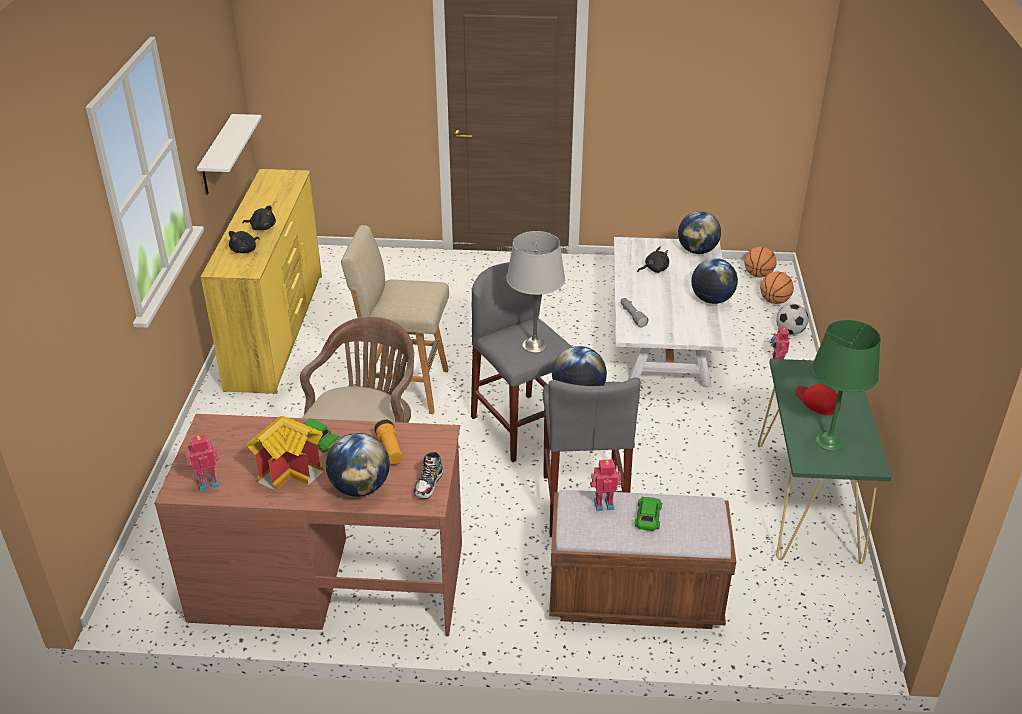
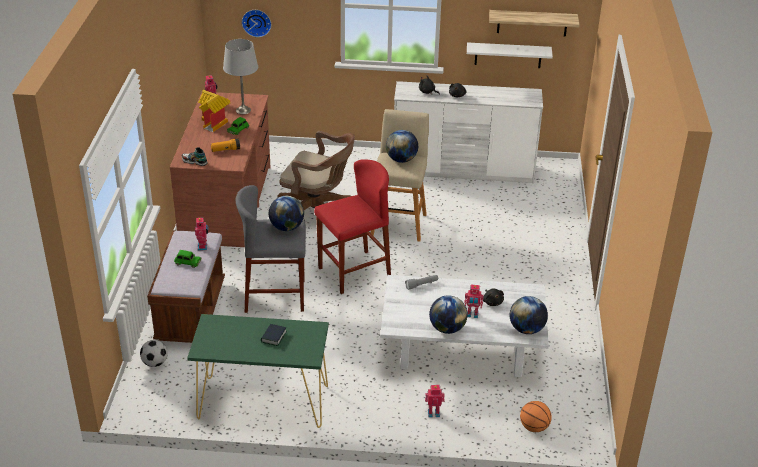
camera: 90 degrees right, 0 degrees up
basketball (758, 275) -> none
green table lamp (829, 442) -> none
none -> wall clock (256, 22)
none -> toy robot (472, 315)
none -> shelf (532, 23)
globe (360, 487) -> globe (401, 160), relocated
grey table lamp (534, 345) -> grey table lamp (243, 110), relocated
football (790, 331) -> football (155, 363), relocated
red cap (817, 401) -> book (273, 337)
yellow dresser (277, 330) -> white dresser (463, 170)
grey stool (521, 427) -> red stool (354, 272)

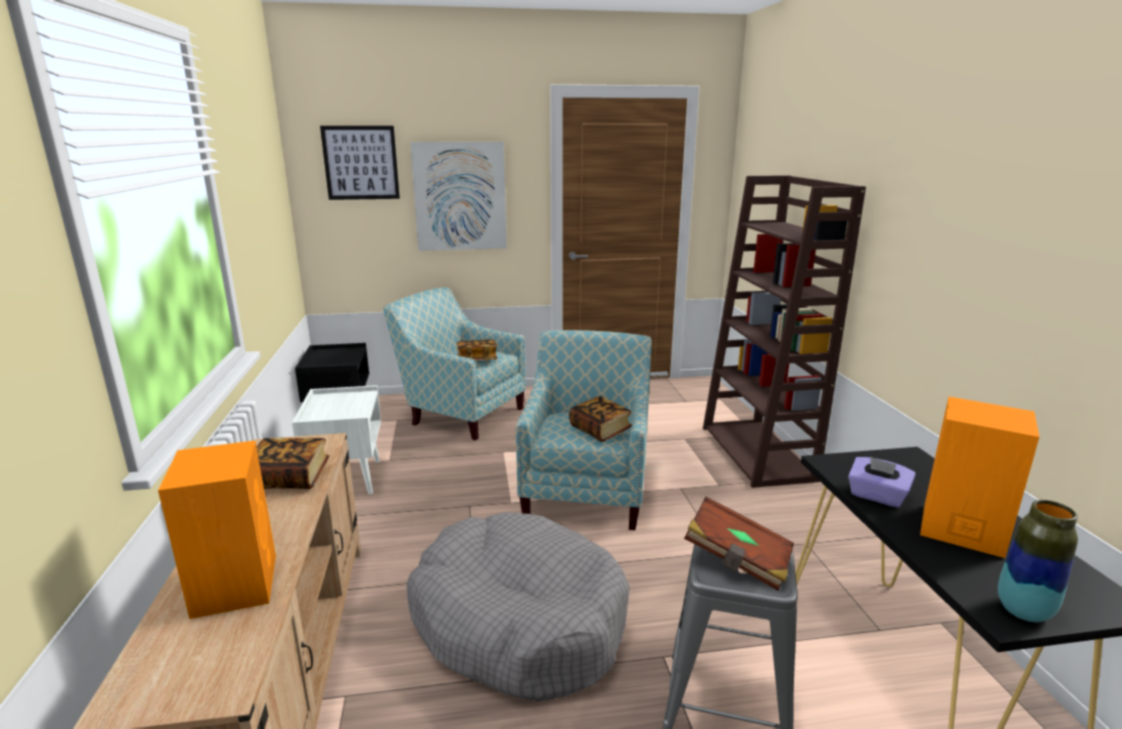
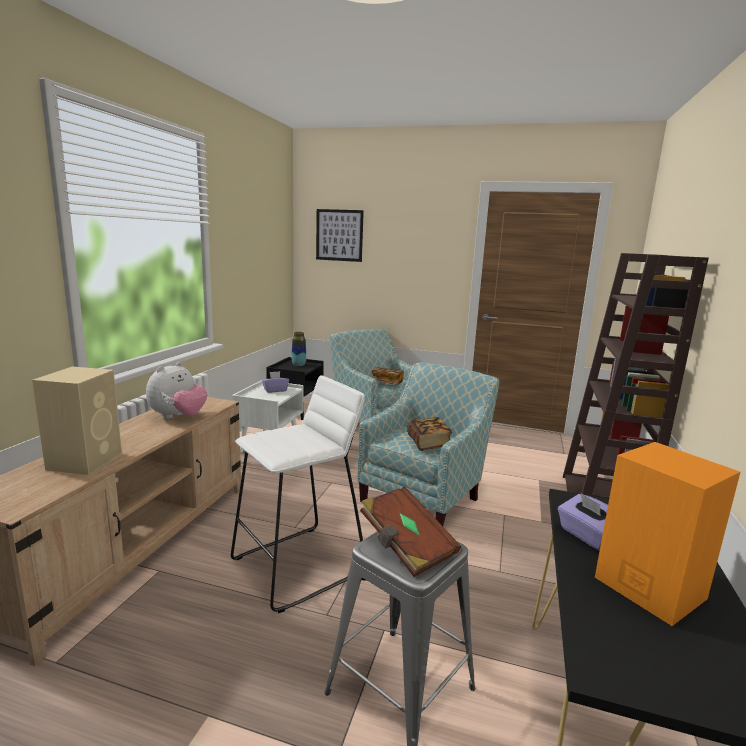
camera: 25 degrees right, 5 degrees down
picture (460, 196) -> none
none -> purple tissue box (275, 390)
vase (1023, 611) -> vase (298, 365), relocated
book (289, 478) -> plush toy (178, 417)
grey dog bed (518, 622) -> white stool (299, 566)
orange speaker (236, 583) -> beige speaker (86, 460)

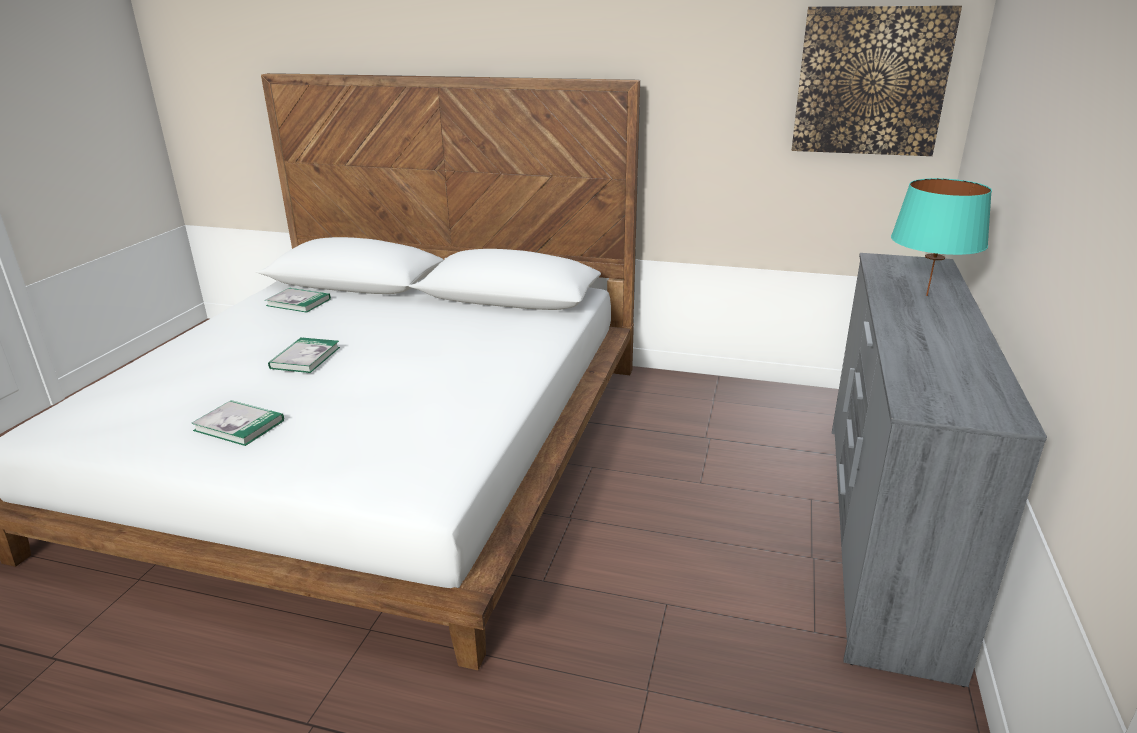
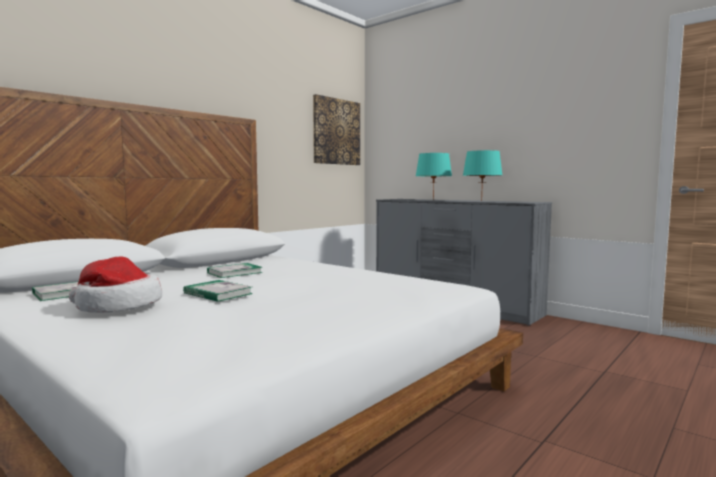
camera: 65 degrees left, 20 degrees down
none -> hat (117, 306)
none -> turquoise table lamp (481, 200)
book (239, 425) -> book (235, 273), relocated

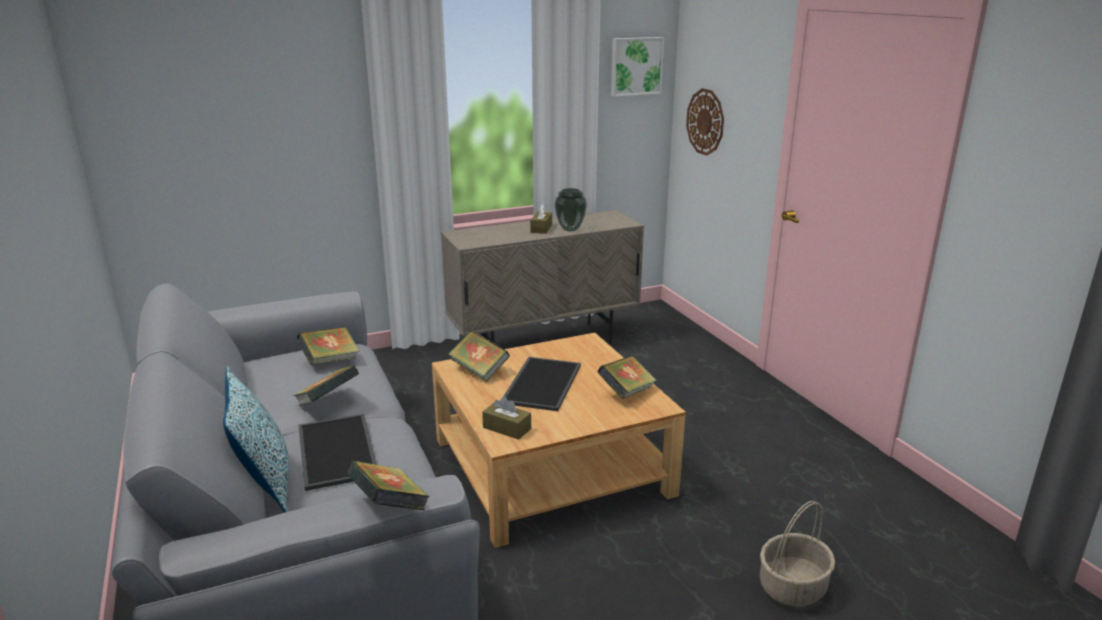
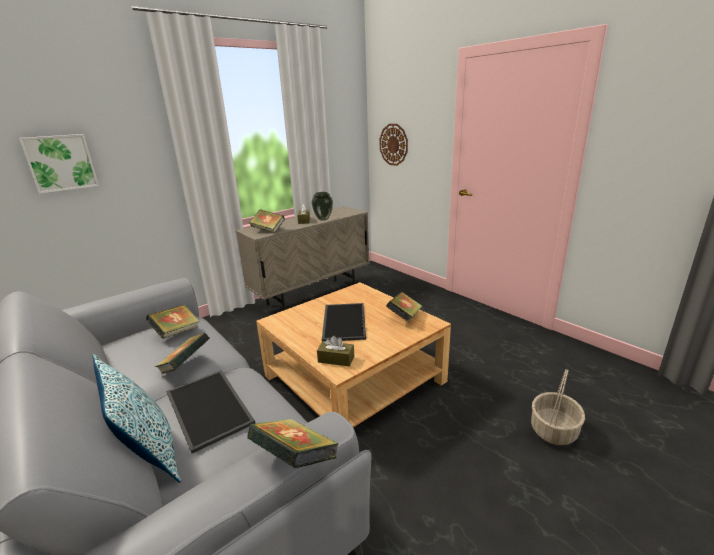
camera: 15 degrees left, 0 degrees up
book (479, 370) -> book (268, 230), relocated
picture (635, 66) -> picture (61, 163), relocated

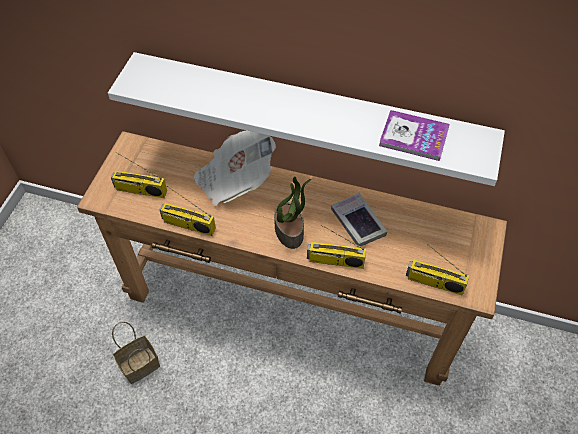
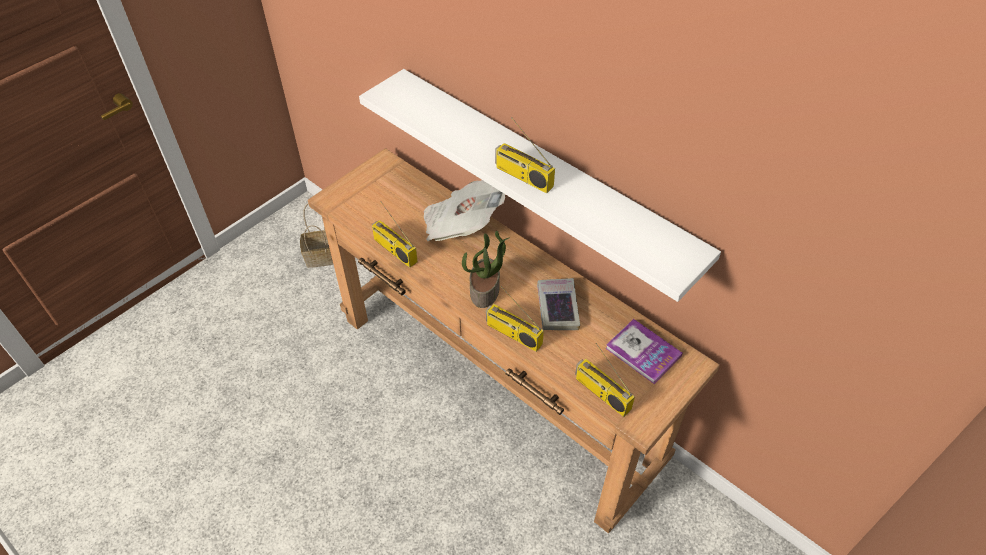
camera: 25 degrees right, 5 degrees down
radio (140, 190) -> radio (522, 177), relocated
basket (140, 364) -> basket (322, 256), relocated
book (413, 137) -> book (643, 352), relocated

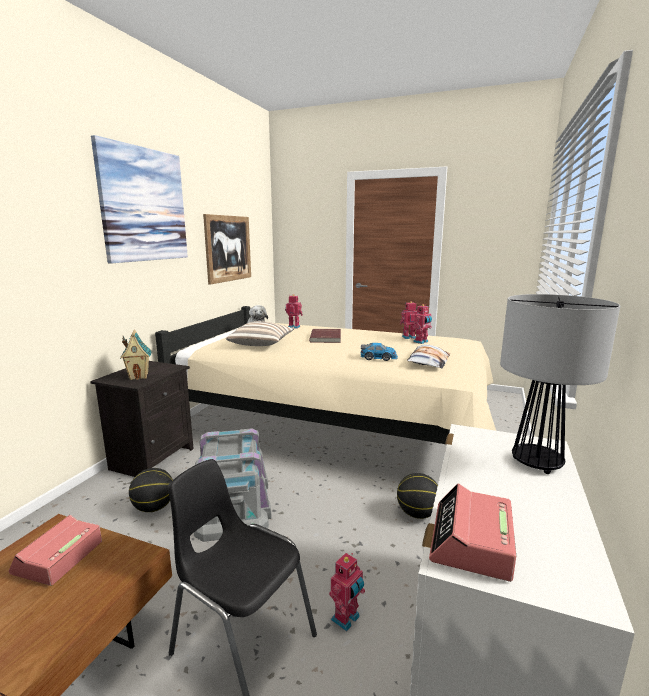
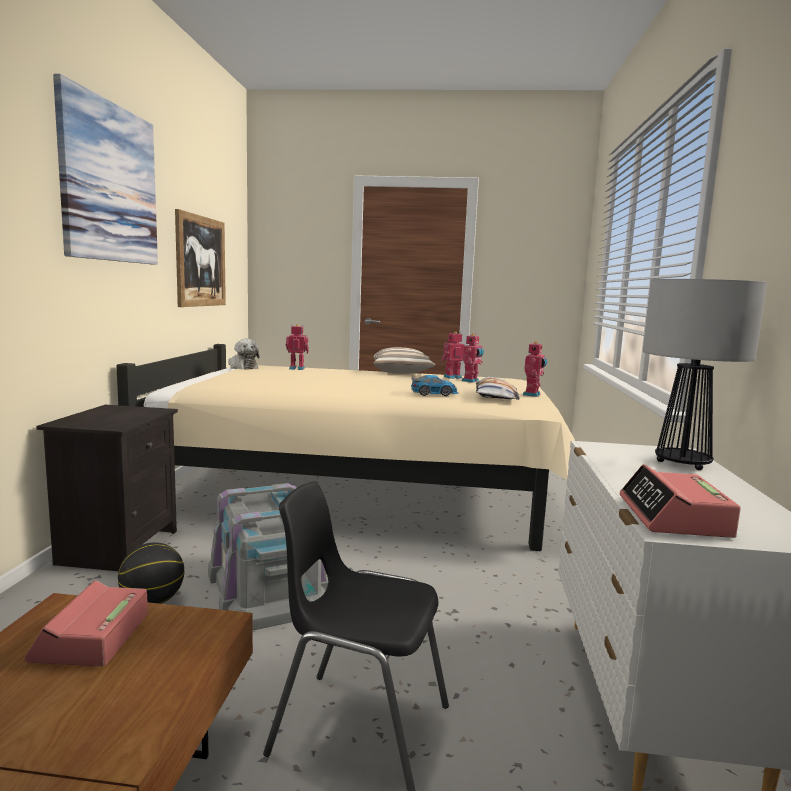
camera: 15 degrees left, 5 degrees down
toy house (139, 376) -> none
red book (326, 337) -> none
basketball (417, 514) -> none
pillow (262, 344) -> pillow (402, 373), relocated
toy robot (347, 619) -> toy robot (533, 395), relocated

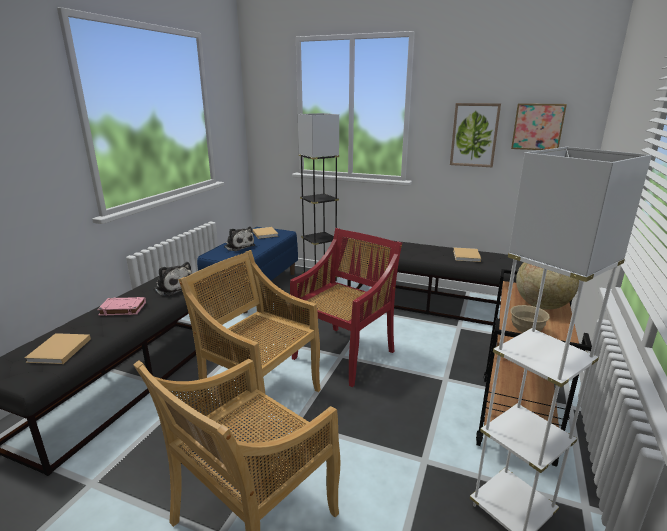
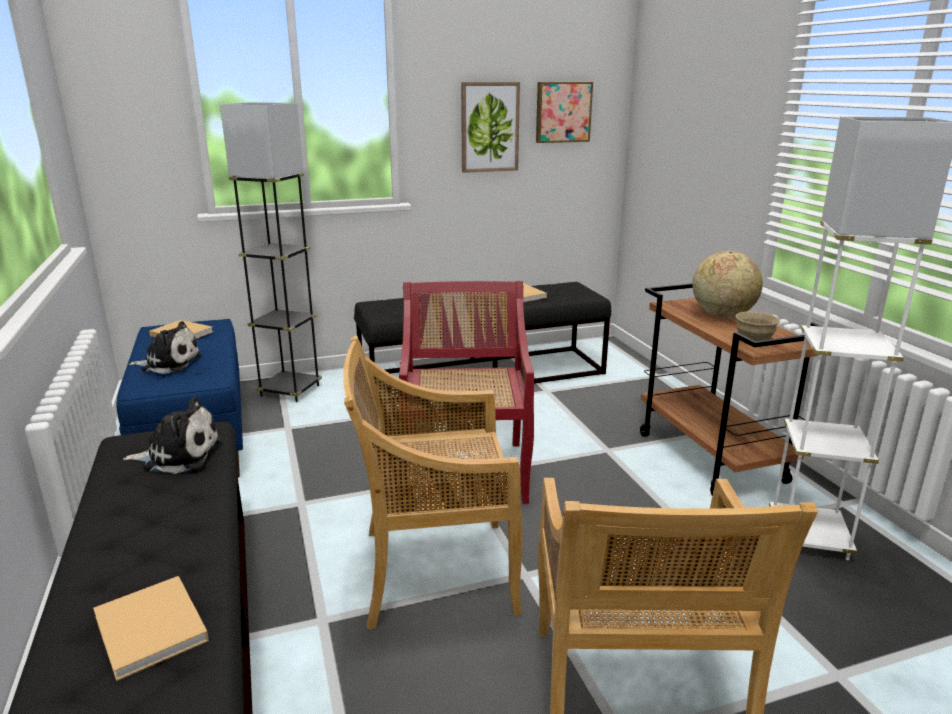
camera: 40 degrees left, 0 degrees up
pink book (122, 309) -> none

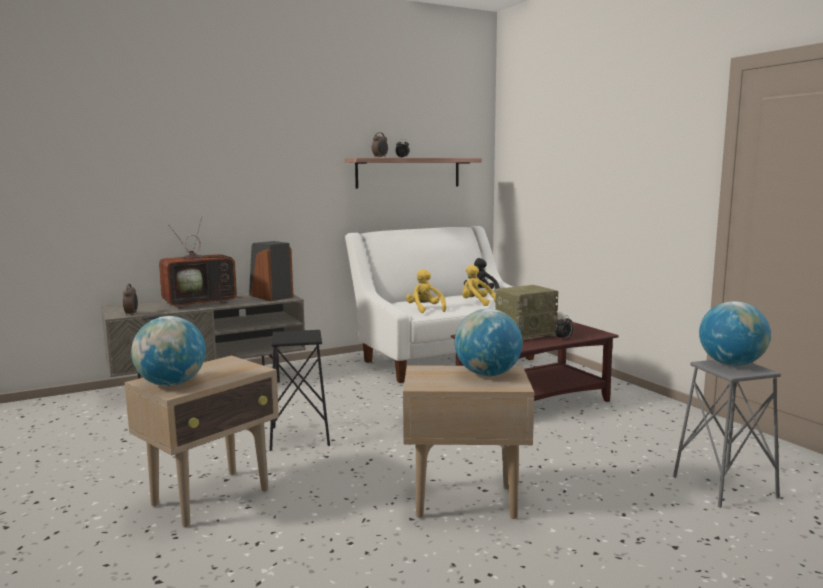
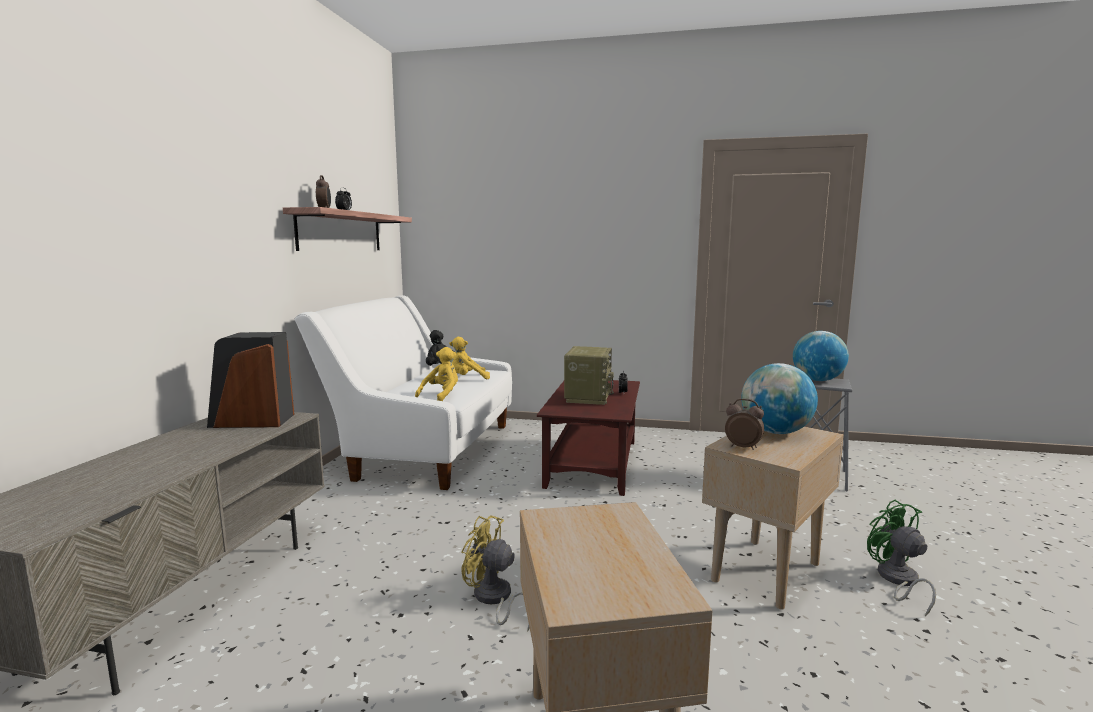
camera: 50 degrees left, 0 degrees up
globe (171, 384) -> none
television (201, 303) -> none
none -> green fan (897, 581)
alarm clock (131, 314) -> alarm clock (743, 447), relocated
black stool (299, 436) -> yellow fan (494, 599)
yellow plush toy (425, 310) -> yellow plush toy (441, 396), 105 degrees clockwise

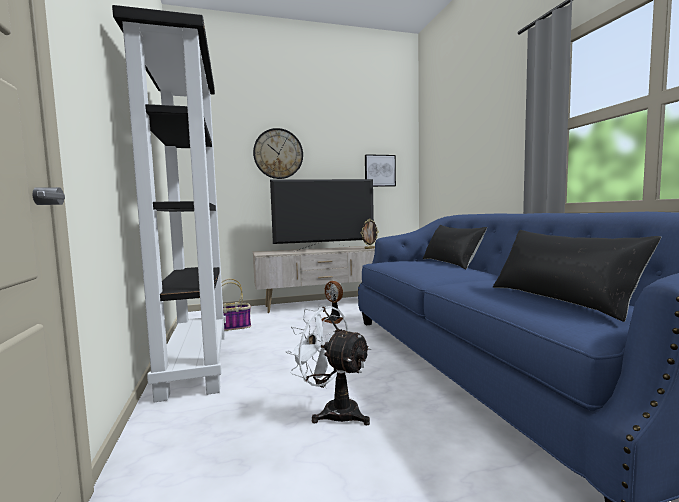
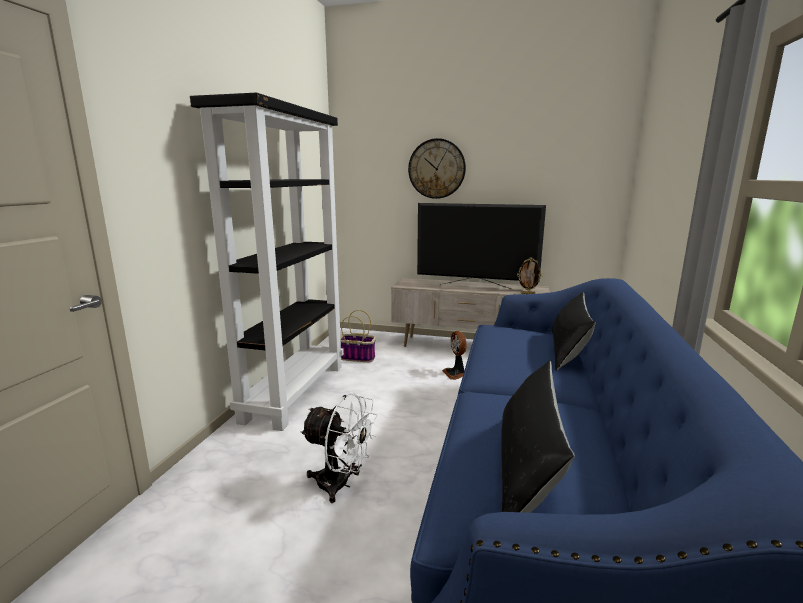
camera: 30 degrees right, 10 degrees up
picture (379, 170) -> none
white fan (333, 411) -> white fan (341, 485), 135 degrees clockwise

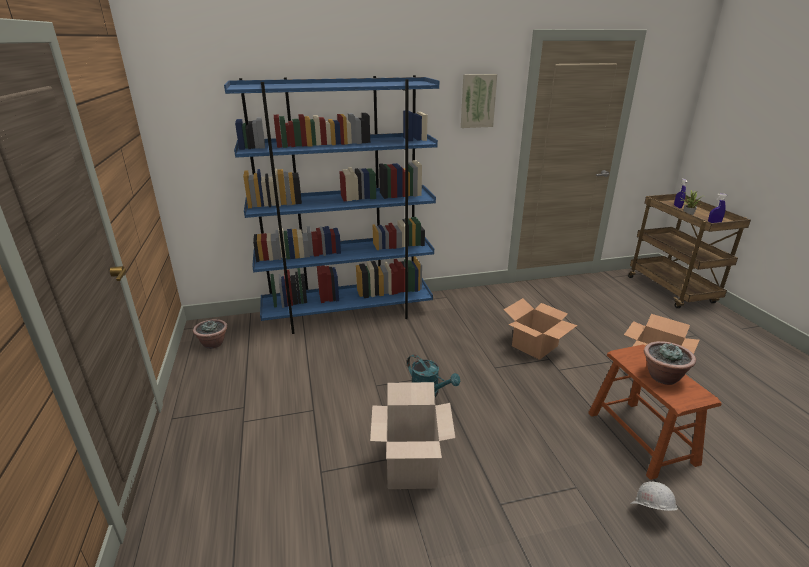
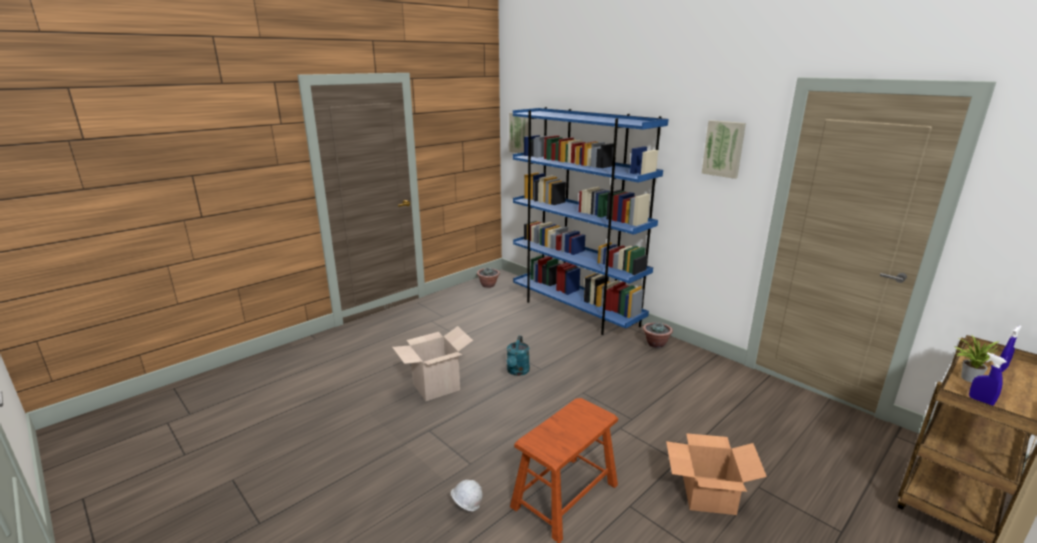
camera: 60 degrees right, 5 degrees down
cardboard box (534, 345) -> none
none -> picture (520, 133)
potted plant (662, 377) -> potted plant (655, 344), relocated

